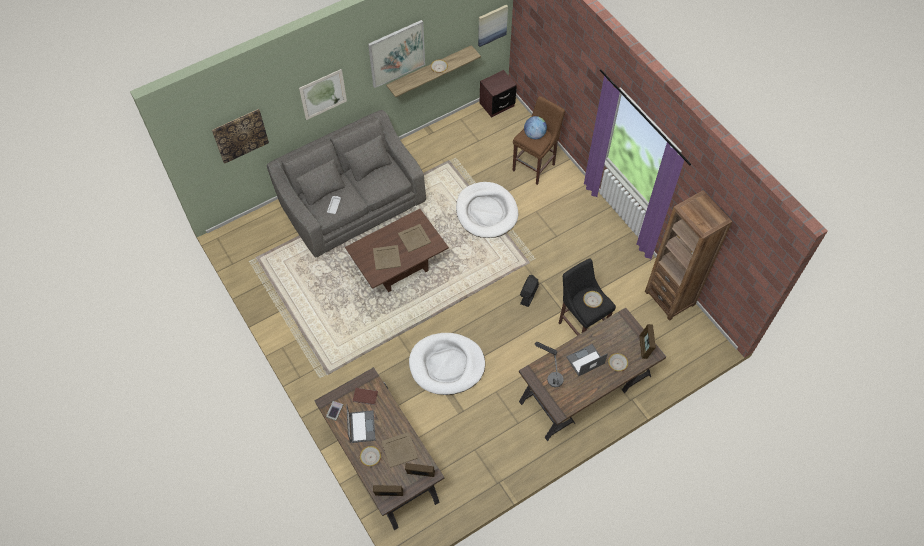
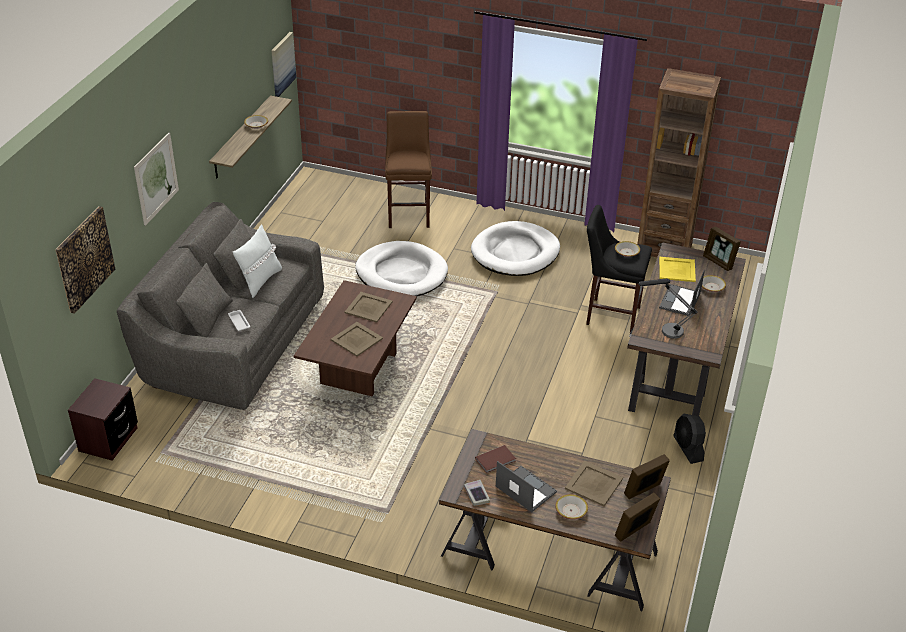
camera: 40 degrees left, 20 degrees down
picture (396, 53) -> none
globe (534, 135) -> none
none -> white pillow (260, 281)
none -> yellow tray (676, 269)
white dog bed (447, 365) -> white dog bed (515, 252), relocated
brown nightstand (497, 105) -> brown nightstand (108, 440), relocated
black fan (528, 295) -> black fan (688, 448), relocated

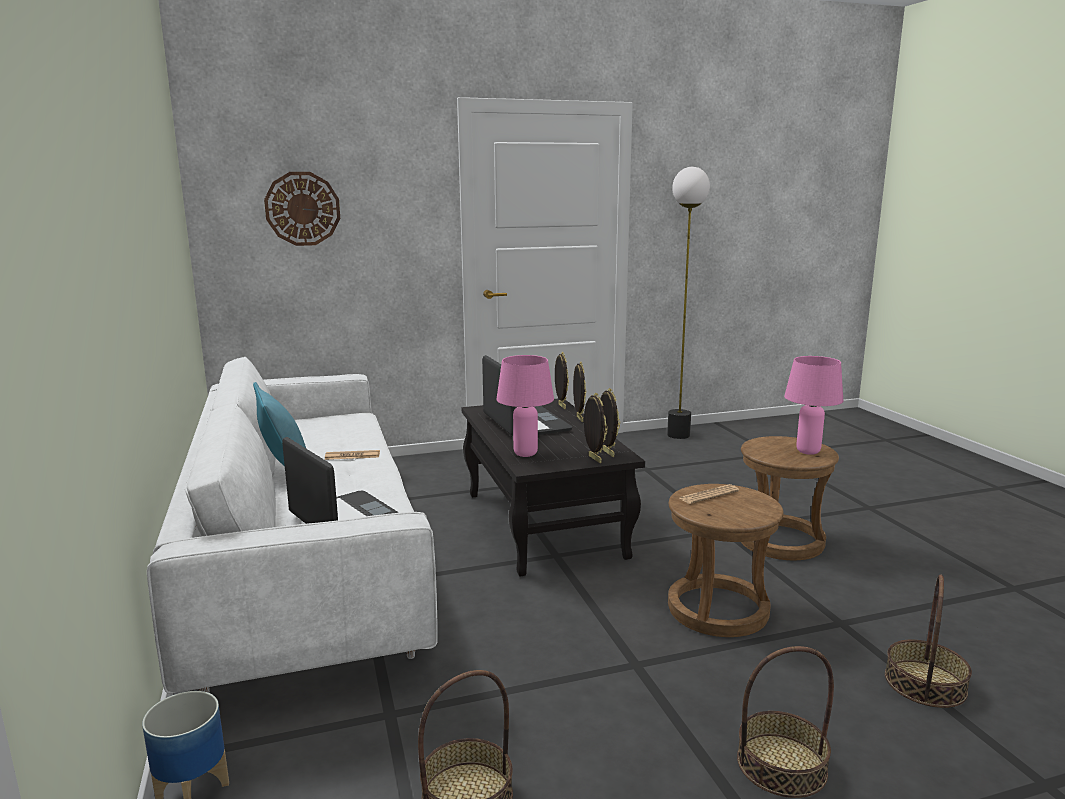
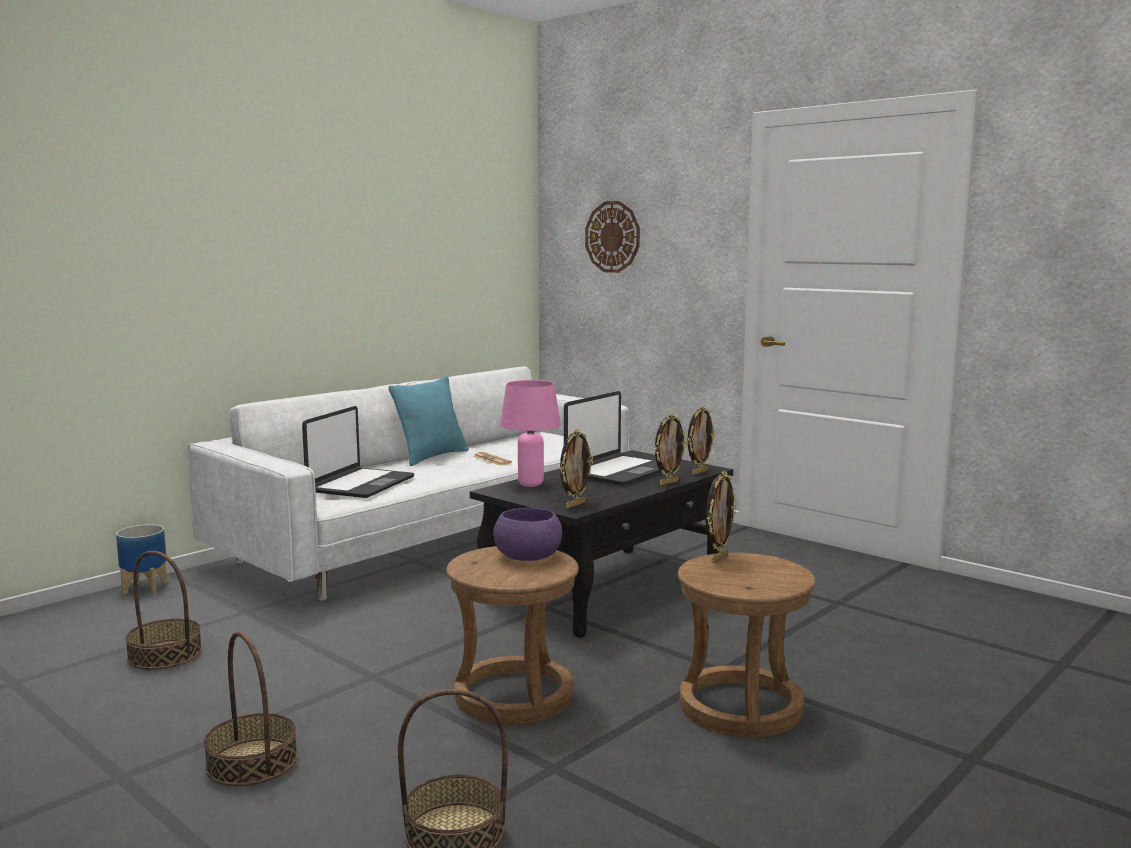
camera: 60 degrees right, 5 degrees down
floor lamp (678, 435) -> none
pink table lamp (807, 451) -> none
picture frame (593, 459) -> picture frame (718, 558), relocated
newspaper (709, 495) -> purple bowl (528, 556)

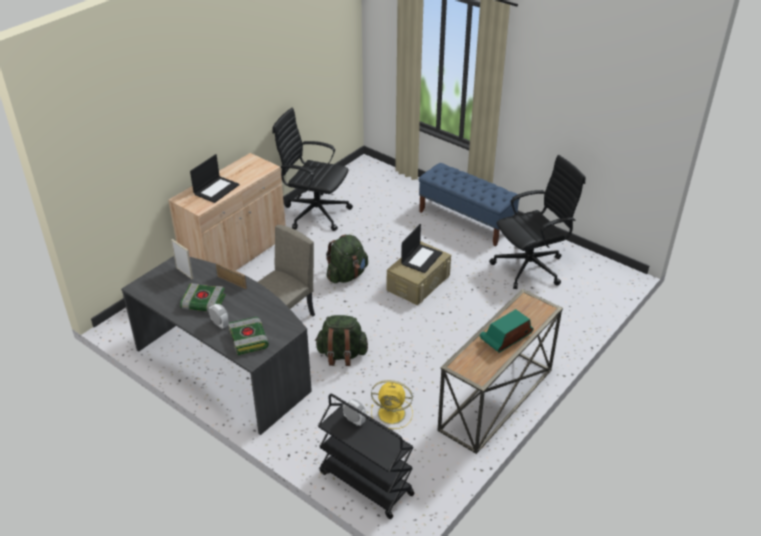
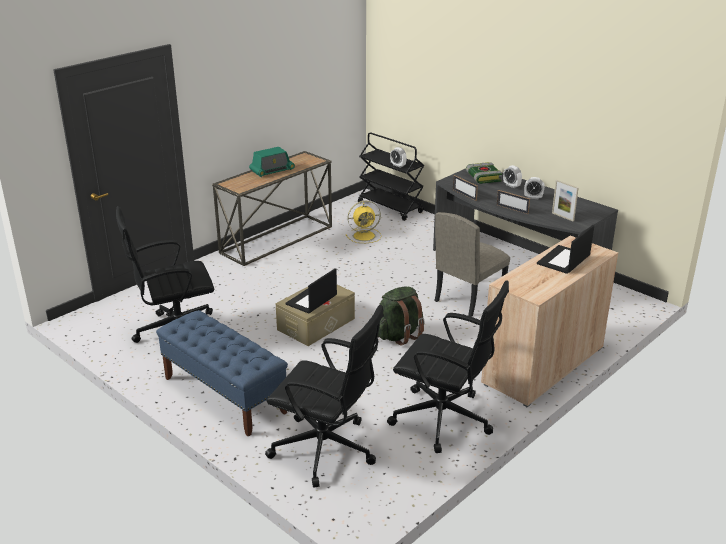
camera: 175 degrees left, 10 degrees down
green backpack (341, 355) -> none
none -> black office chair (326, 450)
none -> picture frame (464, 195)
book (203, 303) -> alarm clock (533, 197)
yellow fan (392, 414) -> yellow fan (365, 236), 150 degrees clockwise

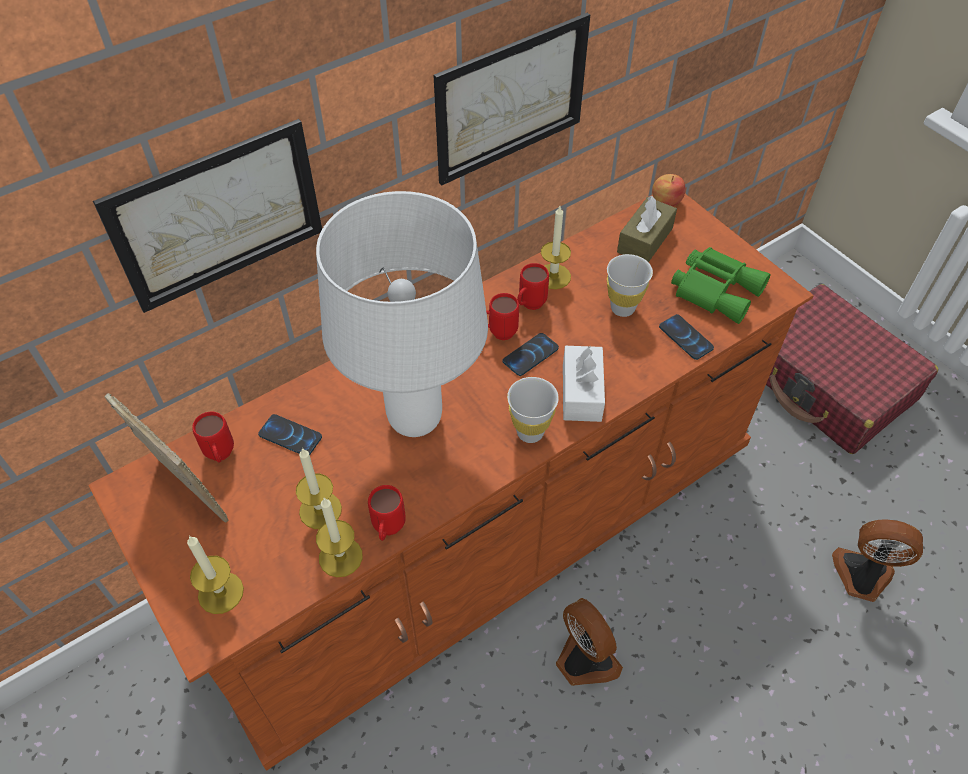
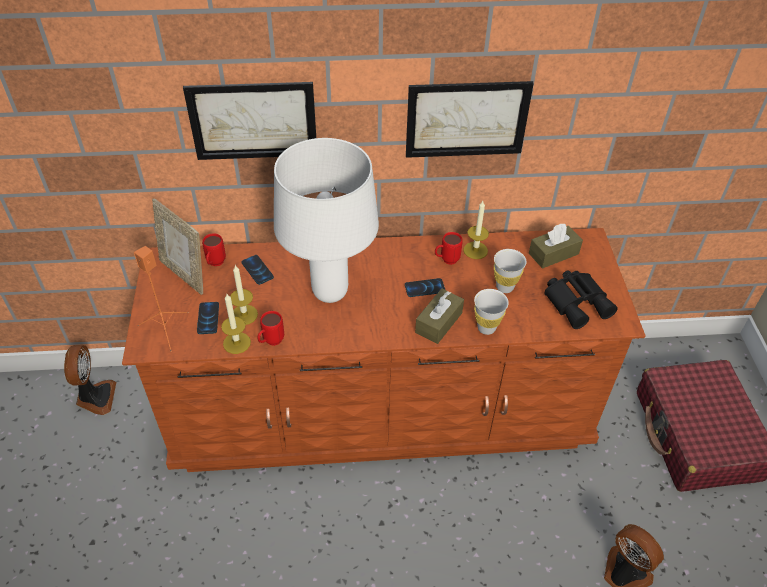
camera: 30 degrees right, 5 degrees down
red mug (497, 333) -> none
apple (666, 201) -> none
white cup (530, 432) -> white cup (486, 328), relocated
fan (584, 660) -> fan (95, 397), relocated
phone (685, 338) -> phone (208, 318), relocated
candle (221, 592) -> orange speaker (166, 330)
white tissue box (581, 392) -> brown tissue box (438, 322)
green binoculars (715, 288) -> black binoculars (577, 302)
picture frame (186, 494) -> picture frame (185, 274), 150 degrees clockwise

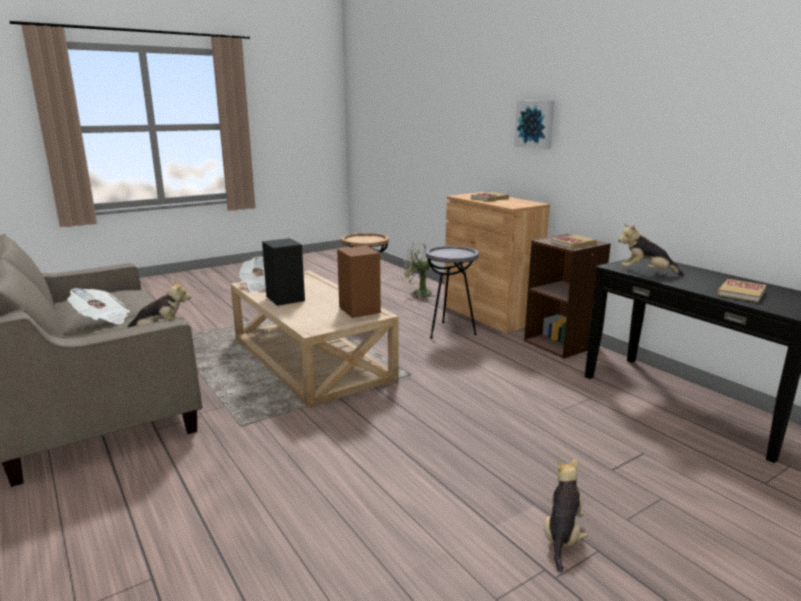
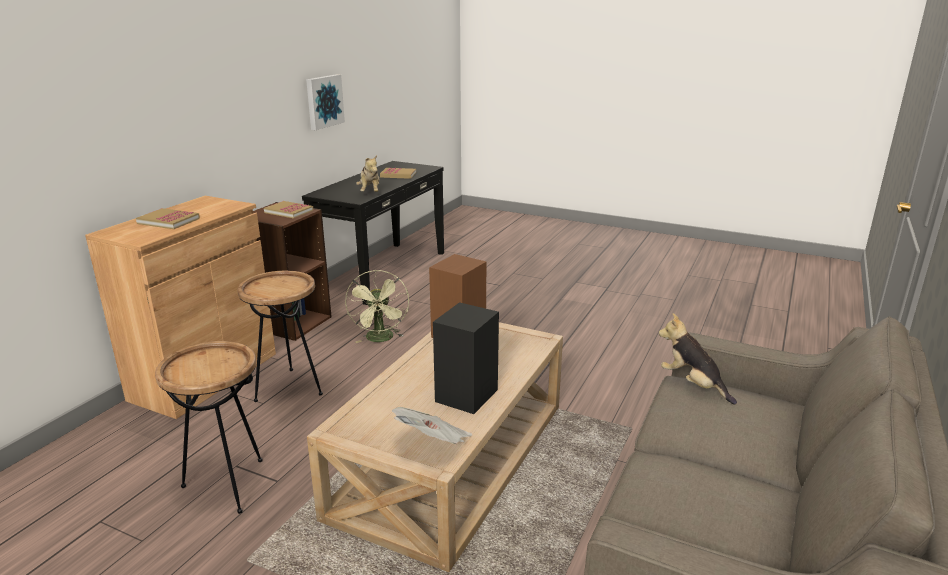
camera: 120 degrees left, 5 degrees up
newspaper (102, 319) -> none
plush toy (562, 537) -> none
green fan (417, 293) -> green fan (381, 339), relocated
picture (535, 124) -> picture (323, 101), relocated
grey side table (450, 331) -> brown side table (289, 388)

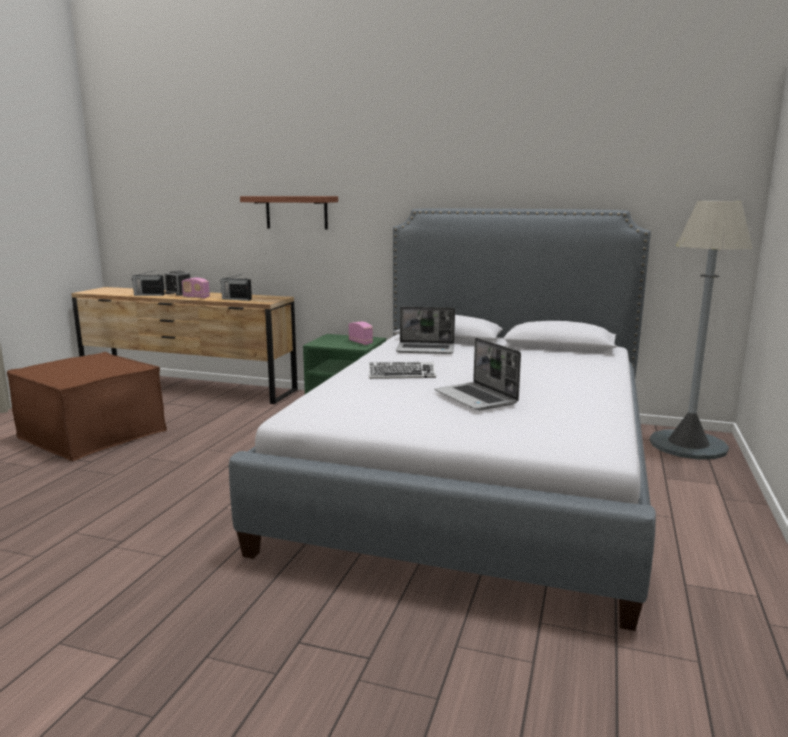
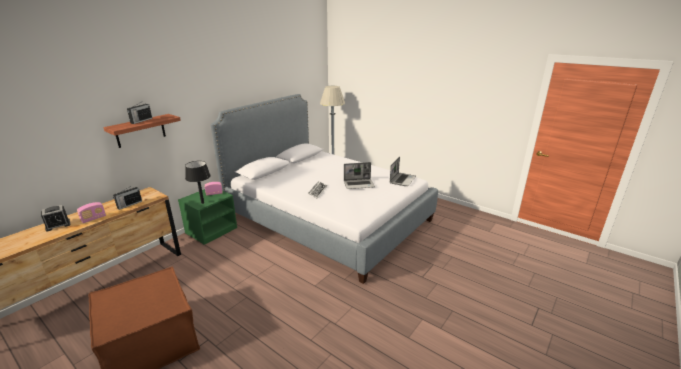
camera: 70 degrees left, 10 degrees up
none -> black table lamp (202, 203)
radio (148, 295) -> radio (141, 121), relocated
laptop (426, 349) -> laptop (402, 180), relocated

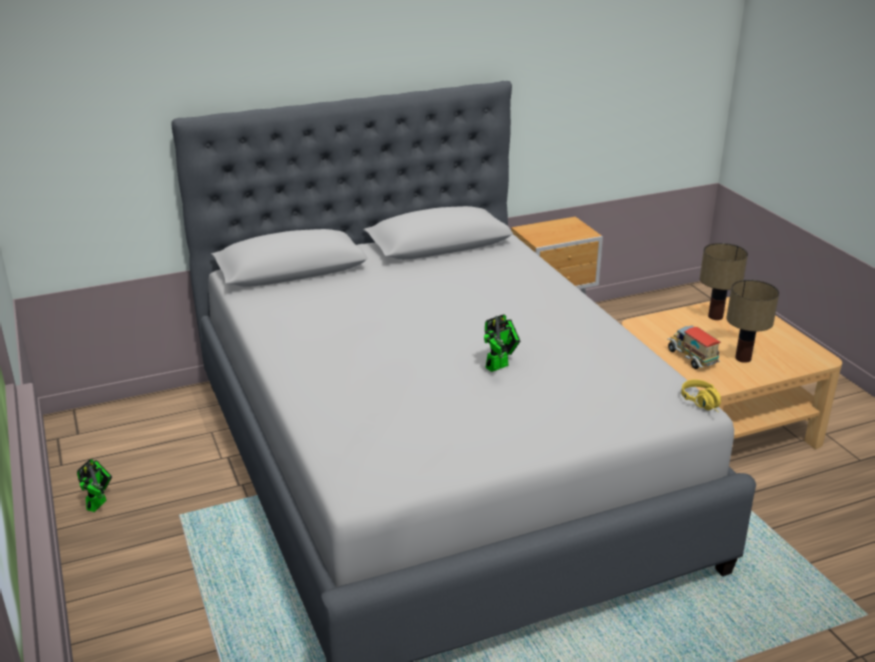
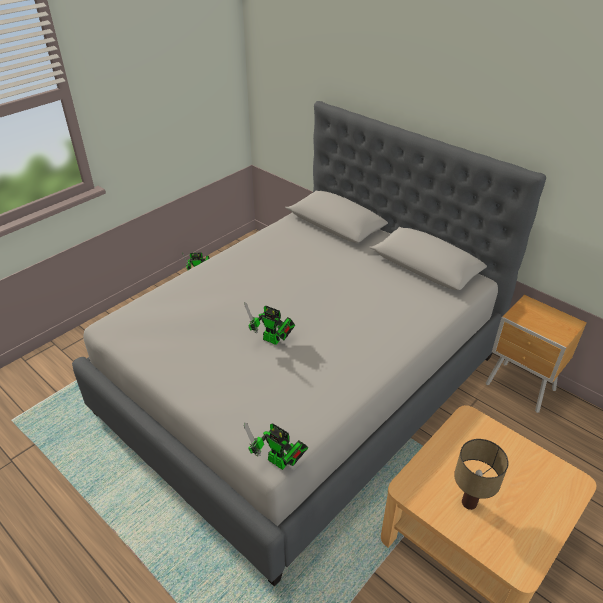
camera: 65 degrees right, 10 degrees up
toy truck (692, 358) -> none
table lamp (715, 316) -> none
yellow headphones (704, 404) -> toy robot (280, 463)

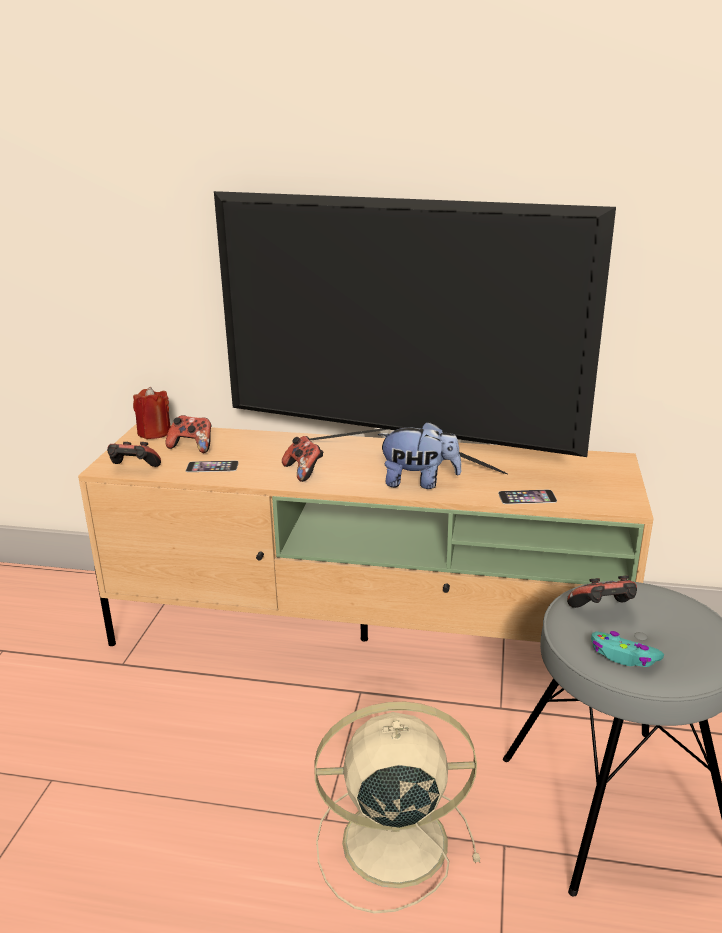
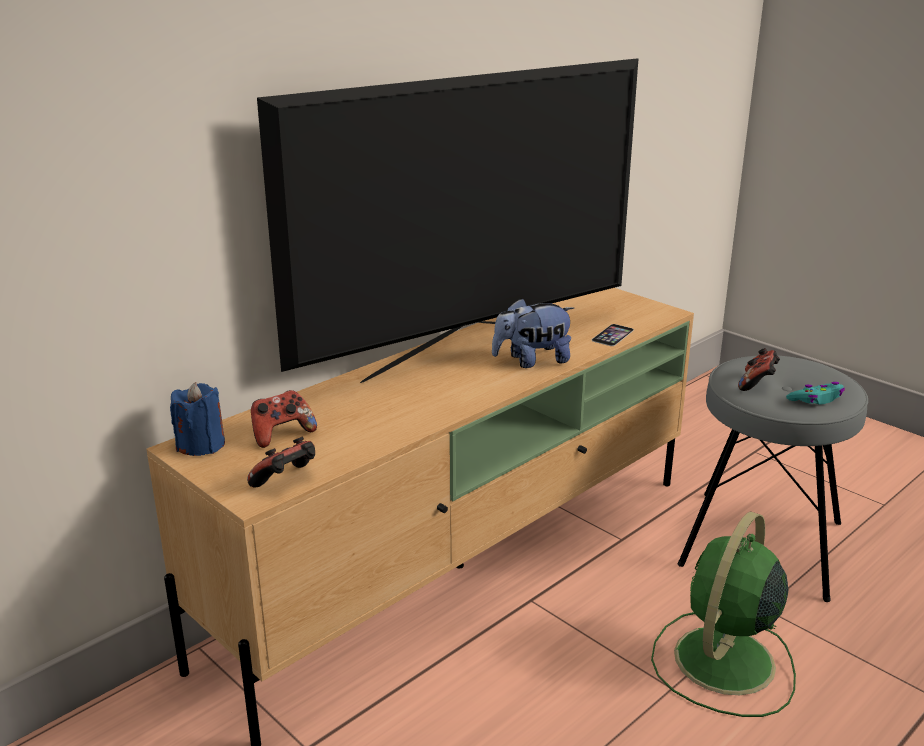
camera: 55 degrees left, 0 degrees up
phone (212, 466) -> none
game controller (304, 471) -> none
red candle (154, 433) -> blue candle (201, 445)
beige fan (389, 842) -> green fan (722, 663)
plush toy (419, 482) -> plush toy (532, 361), 150 degrees counterclockwise

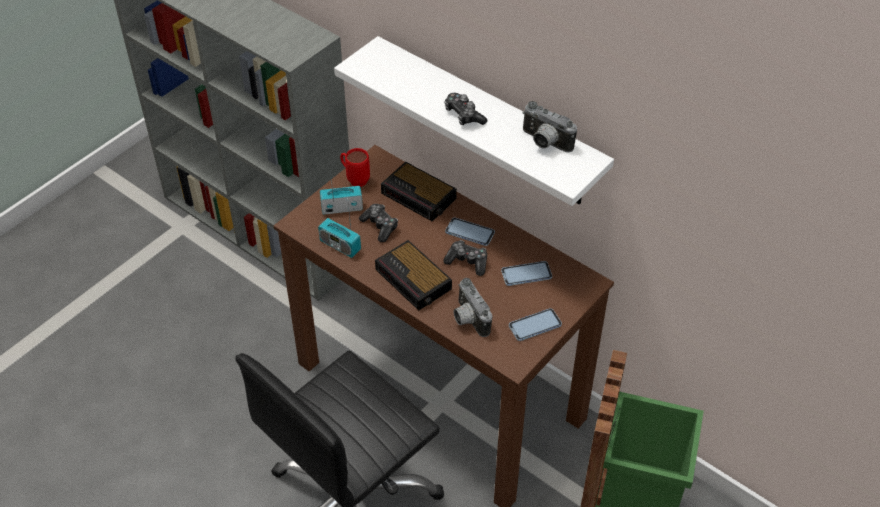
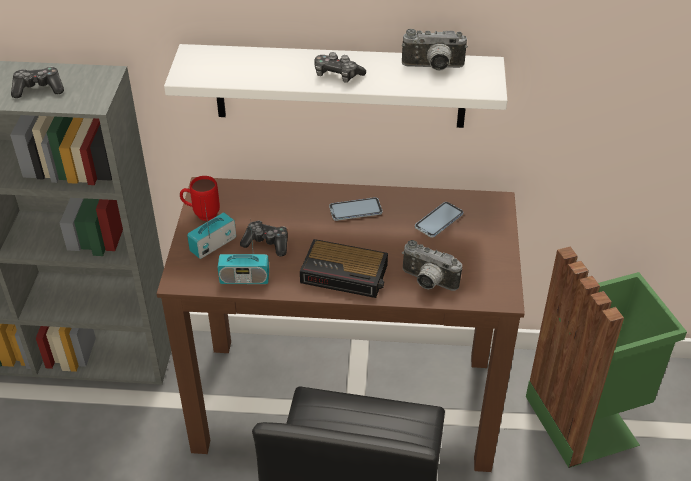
camera: 35 degrees left, 5 degrees down
alarm clock (420, 196) -> none
phone (535, 325) -> none
game controller (467, 262) -> game controller (39, 89), relocated

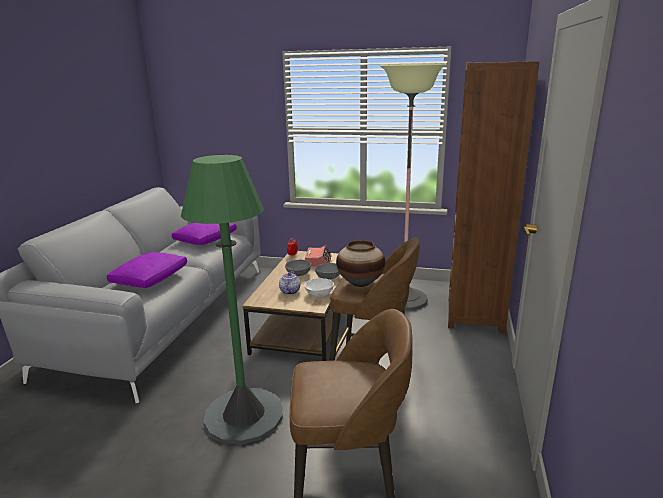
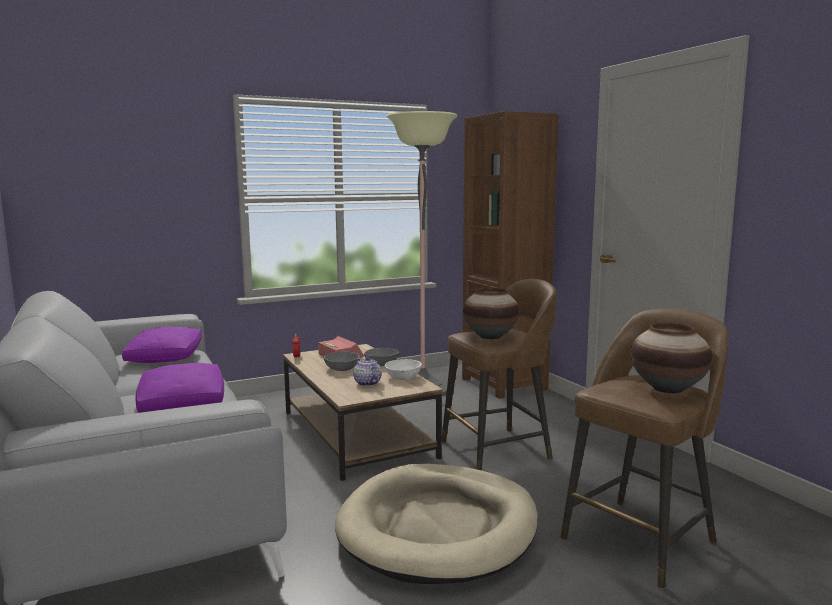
camera: 40 degrees left, 10 degrees down
none -> vase (668, 389)
green floor lamp (244, 415) -> beige dog bed (439, 528)

